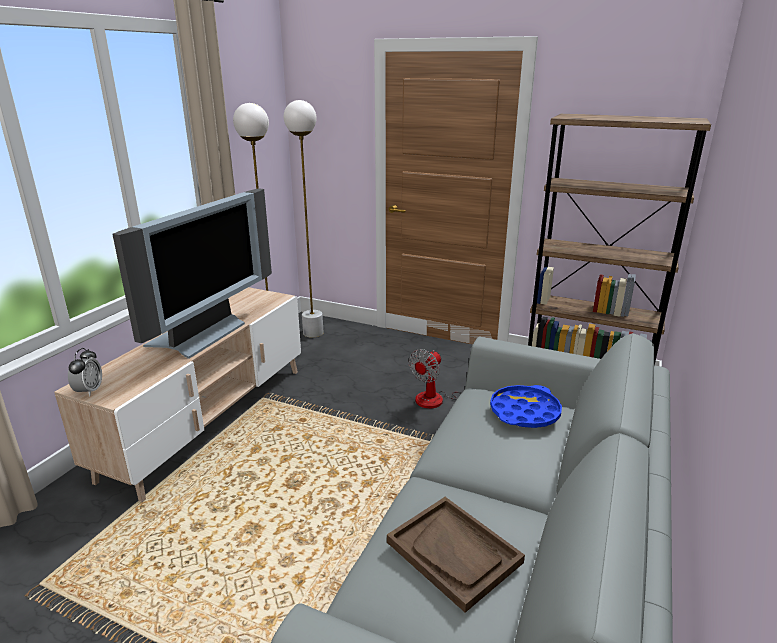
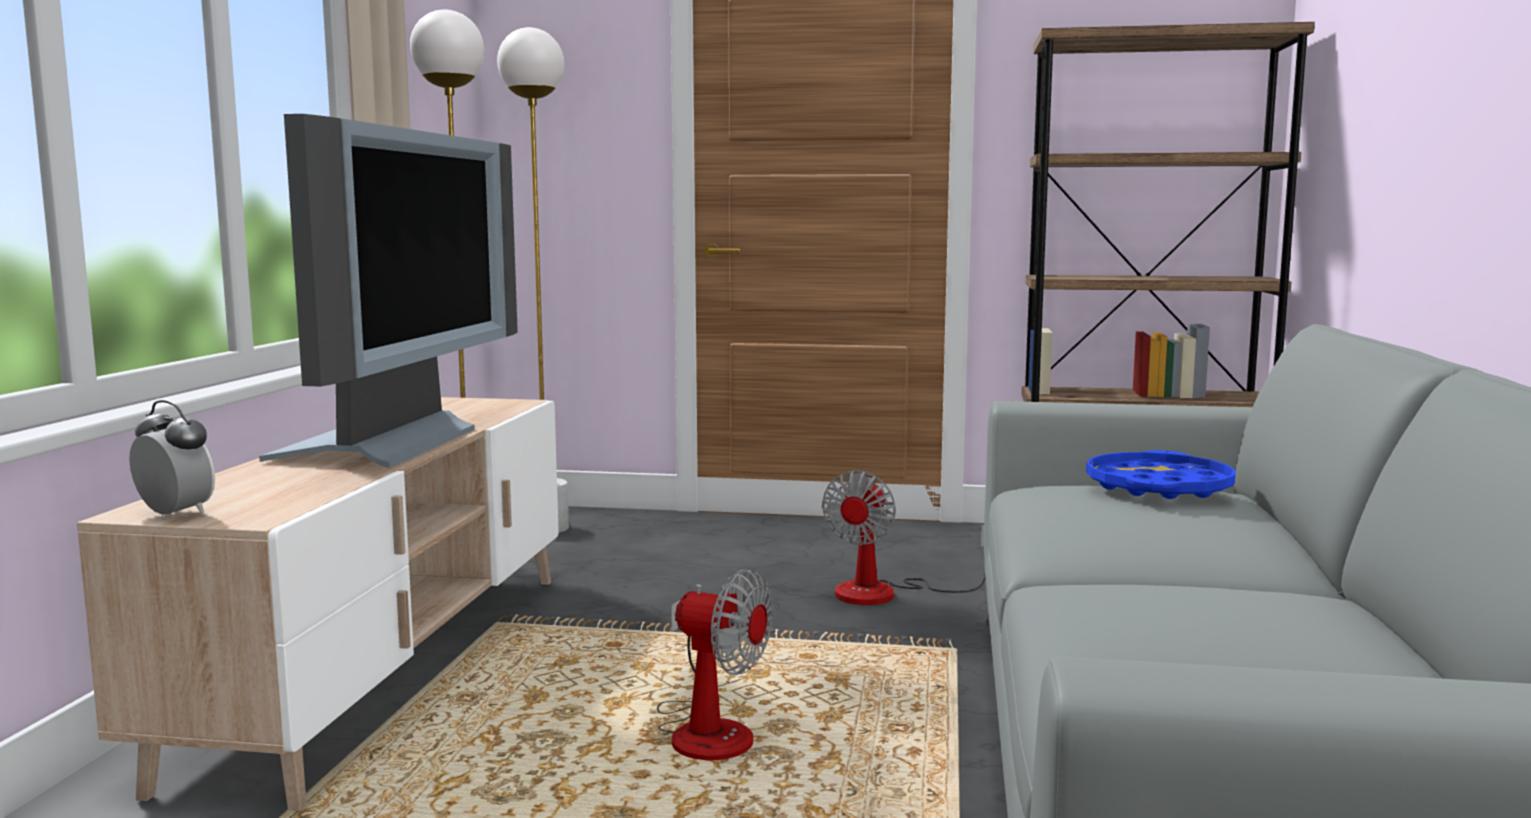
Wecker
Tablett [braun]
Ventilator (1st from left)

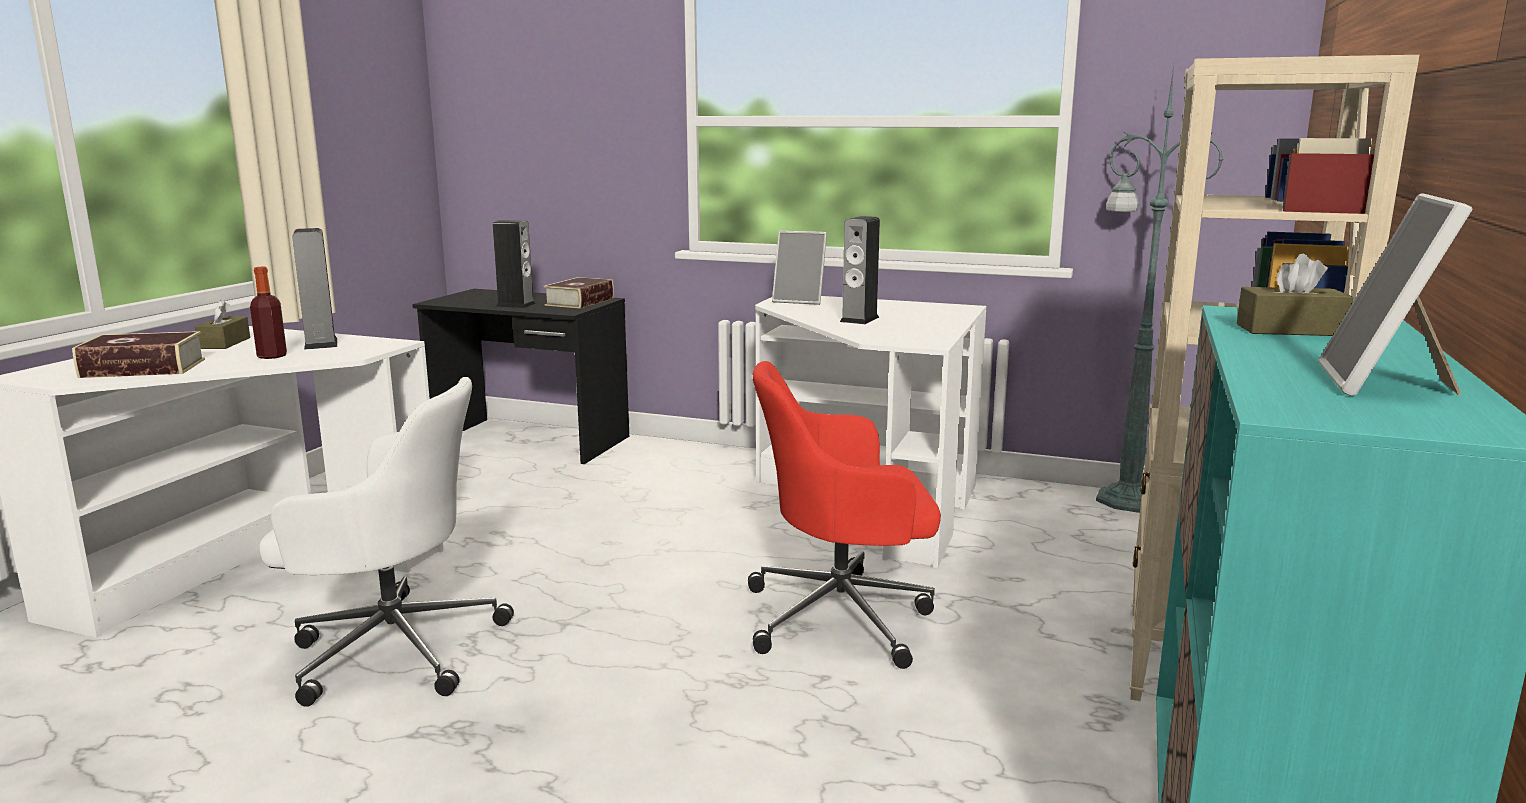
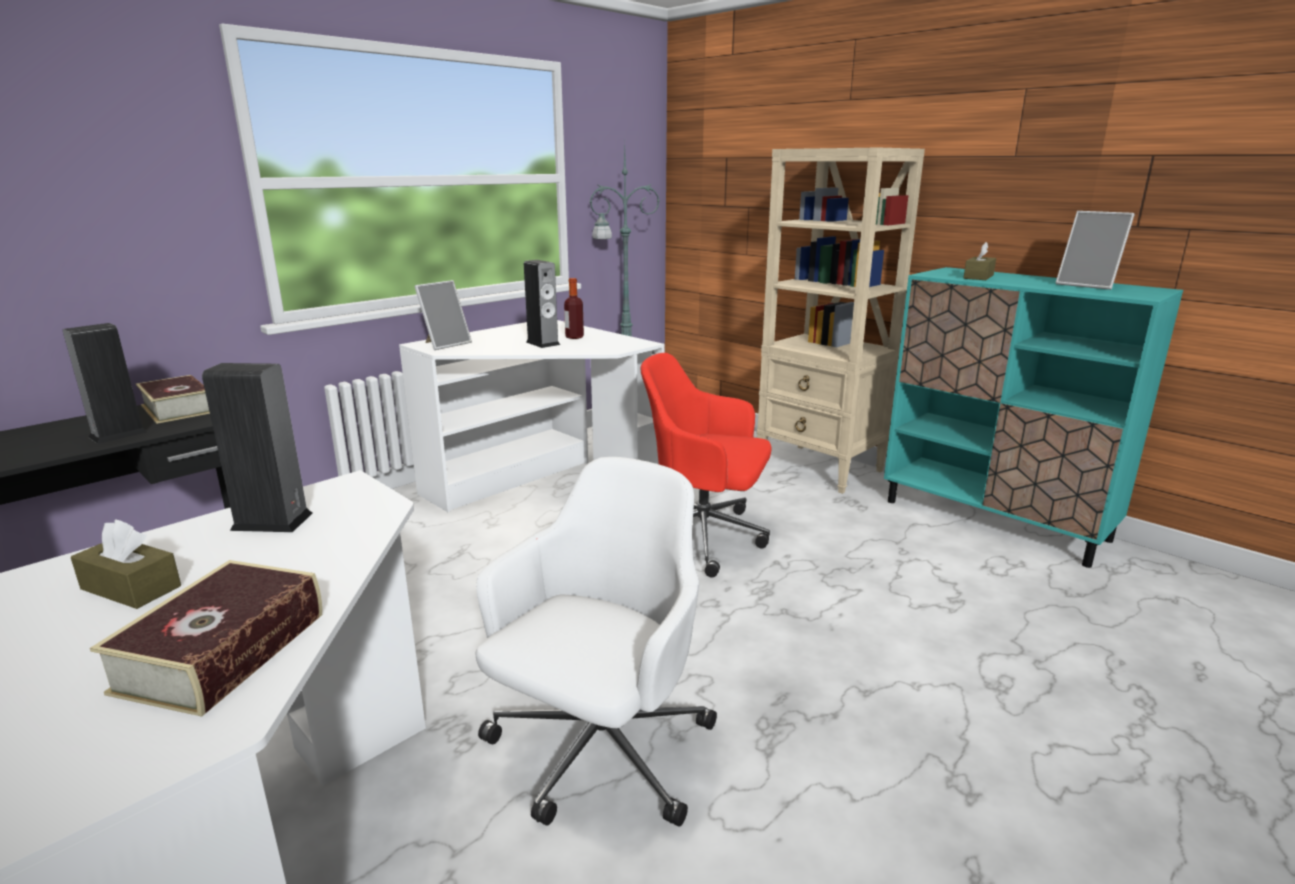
Flasche
Bürostuhl [rot]

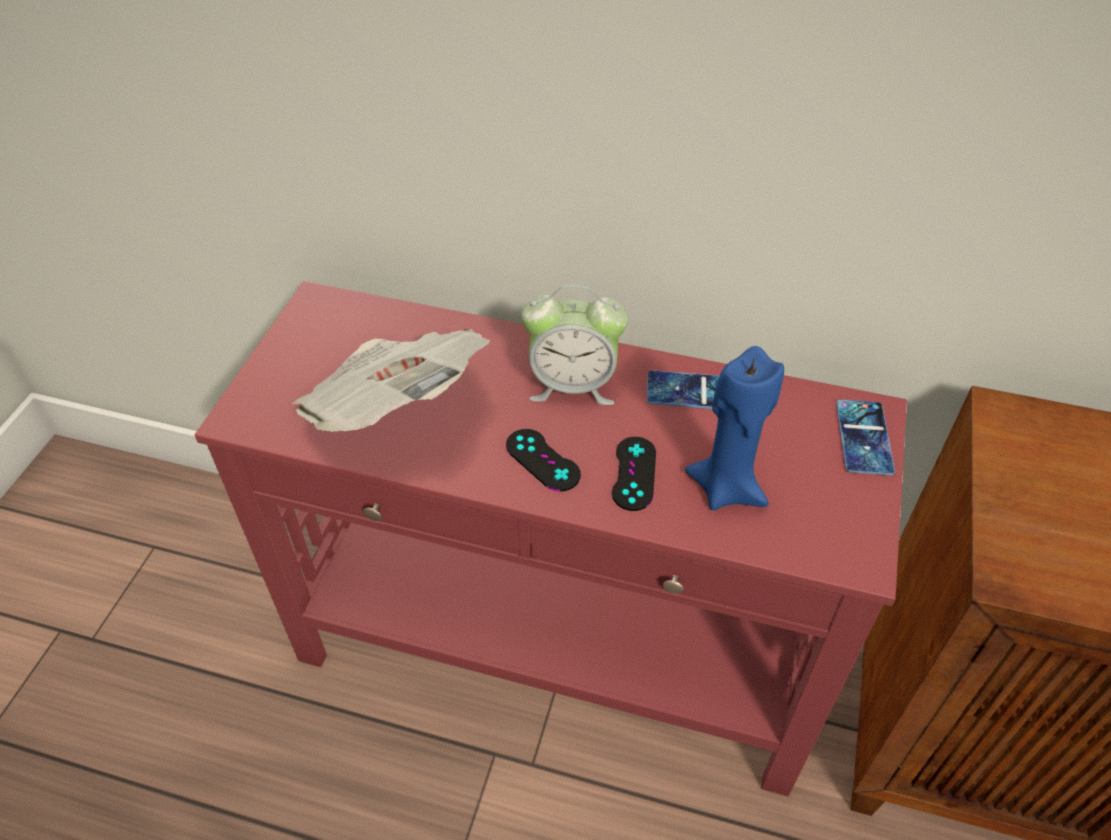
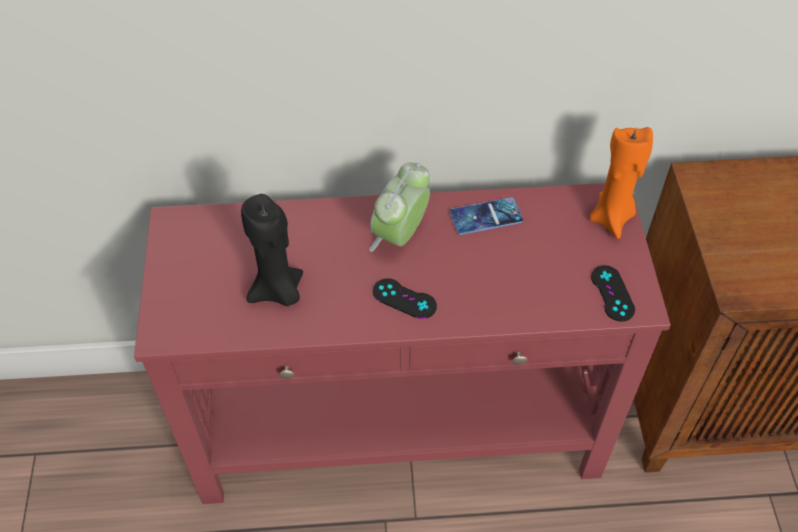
Wecker
Kerze [schwarz]
Kerze [blau]
Kerze [orange]
Gamepad [schwarz] (2nd from left)

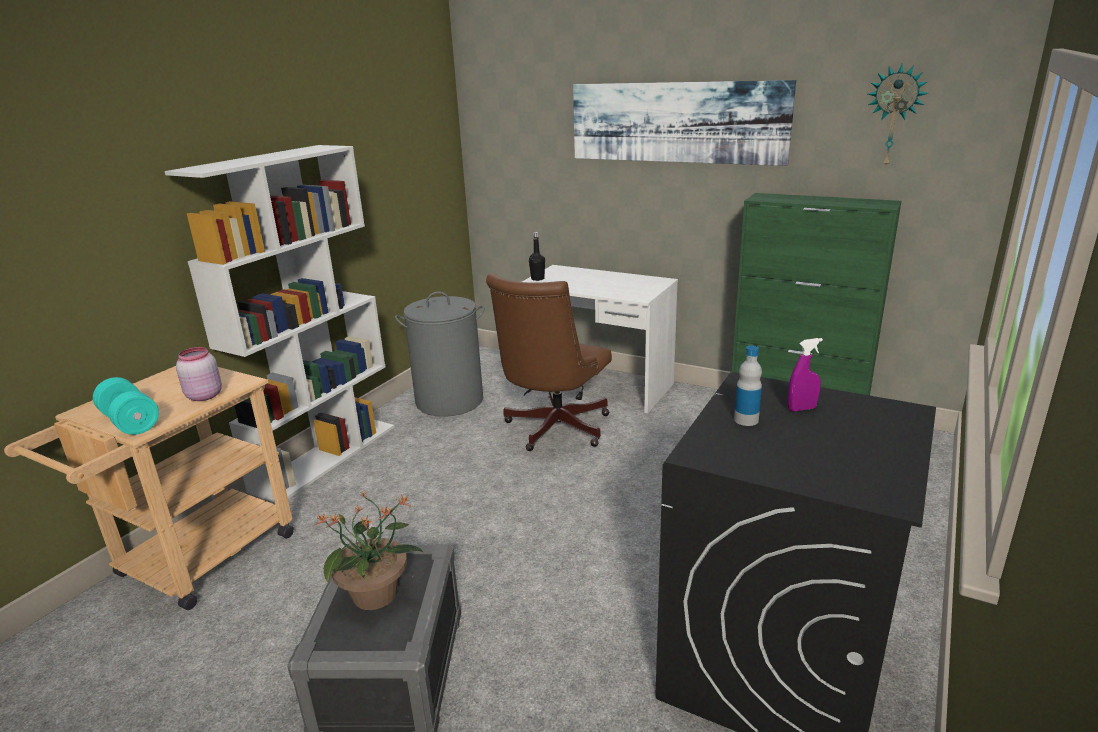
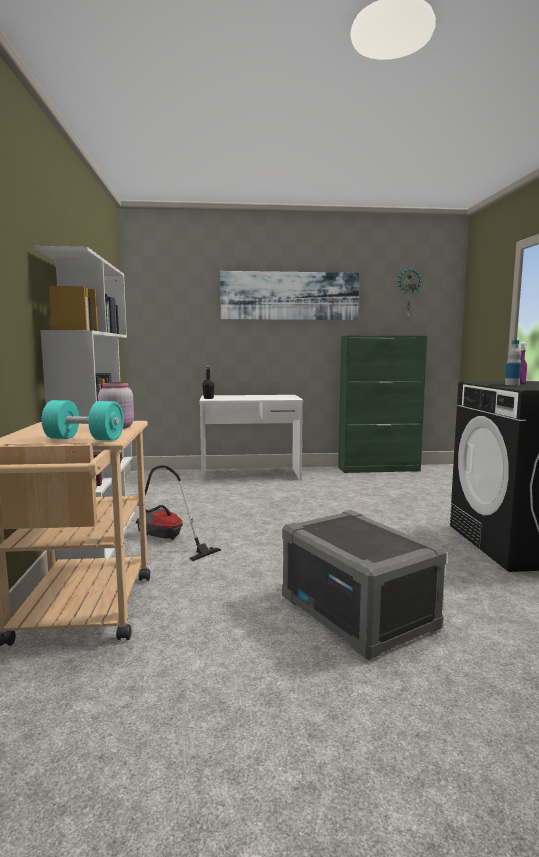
Bürostuhl [braun]
Wäschekorb [grau]
Topfpflanze
Staubsauger

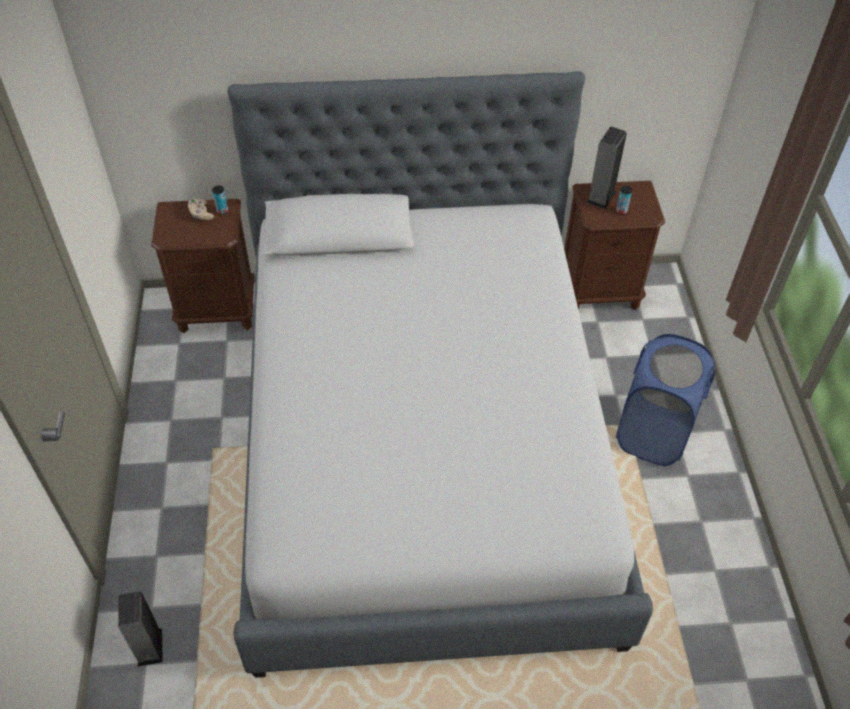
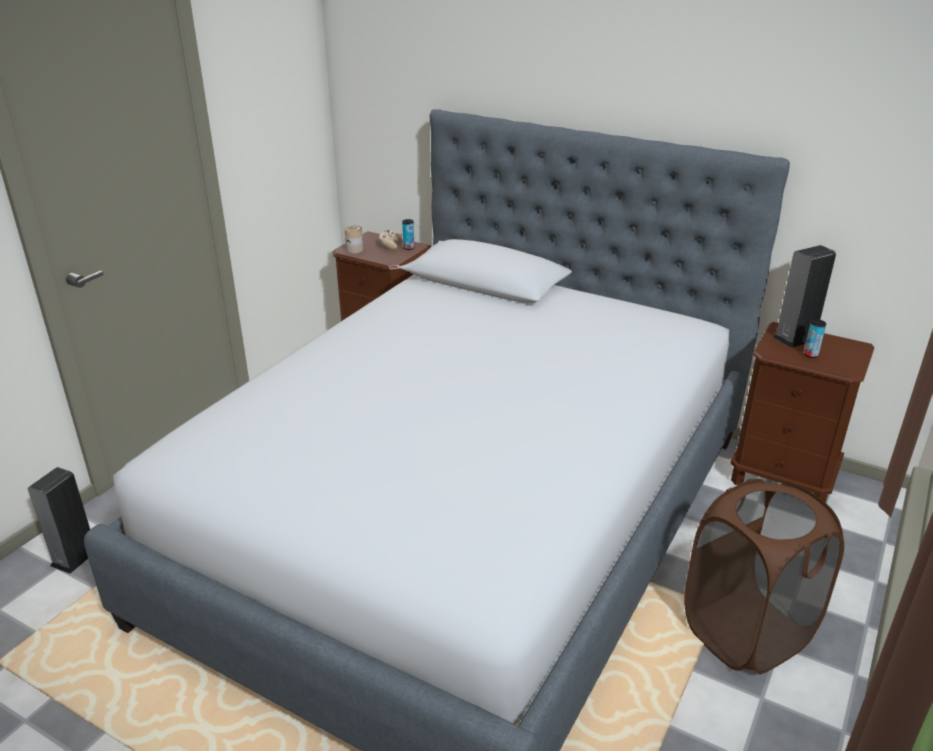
Wäschekorb [braun]
Dose (1st from left)

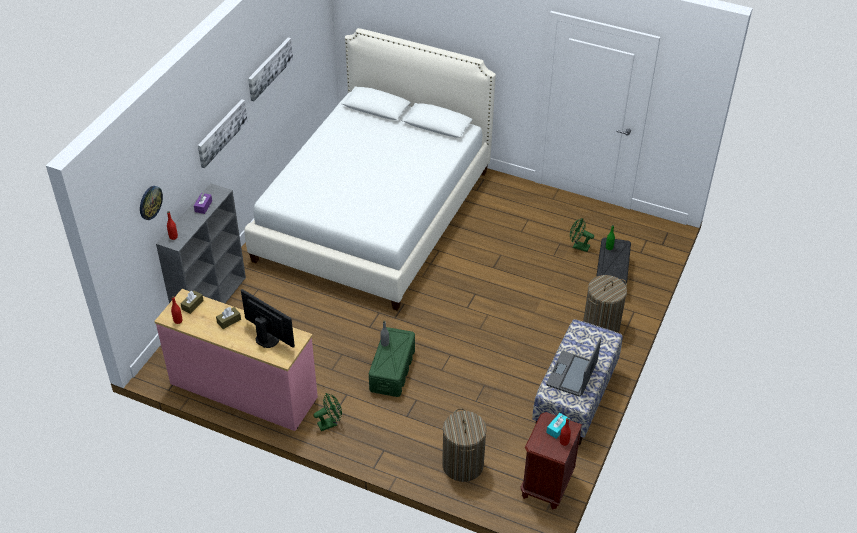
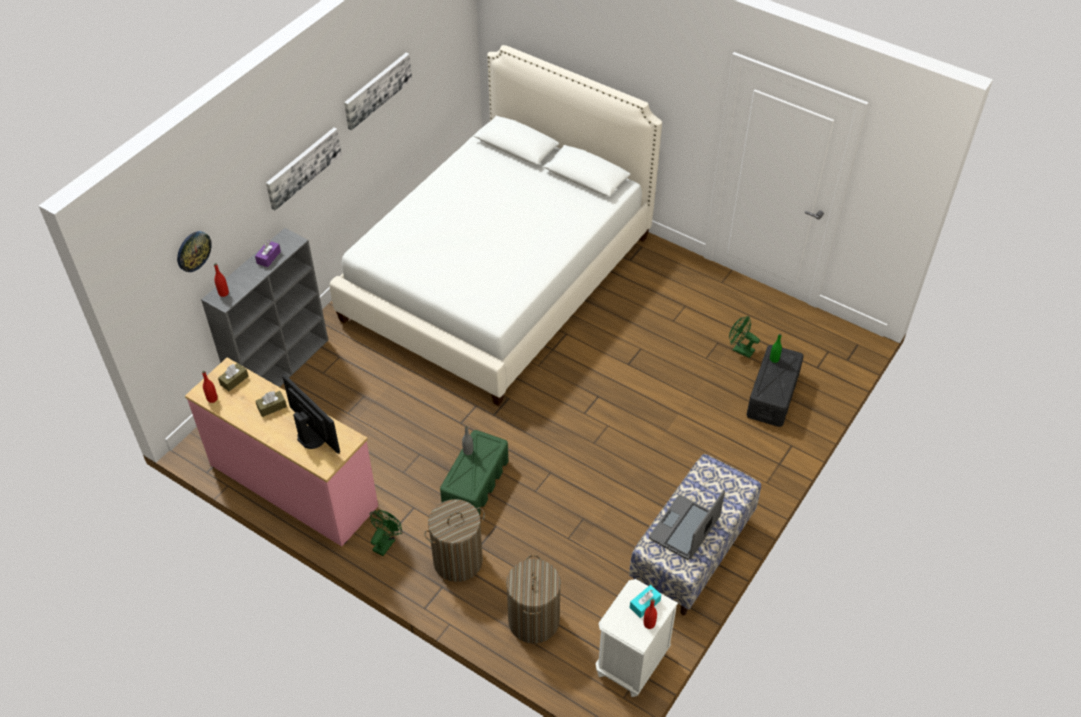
Wäschekorb (1st from left)
Ventilator [grün] (1st from left)
Nachttisch [weiß]

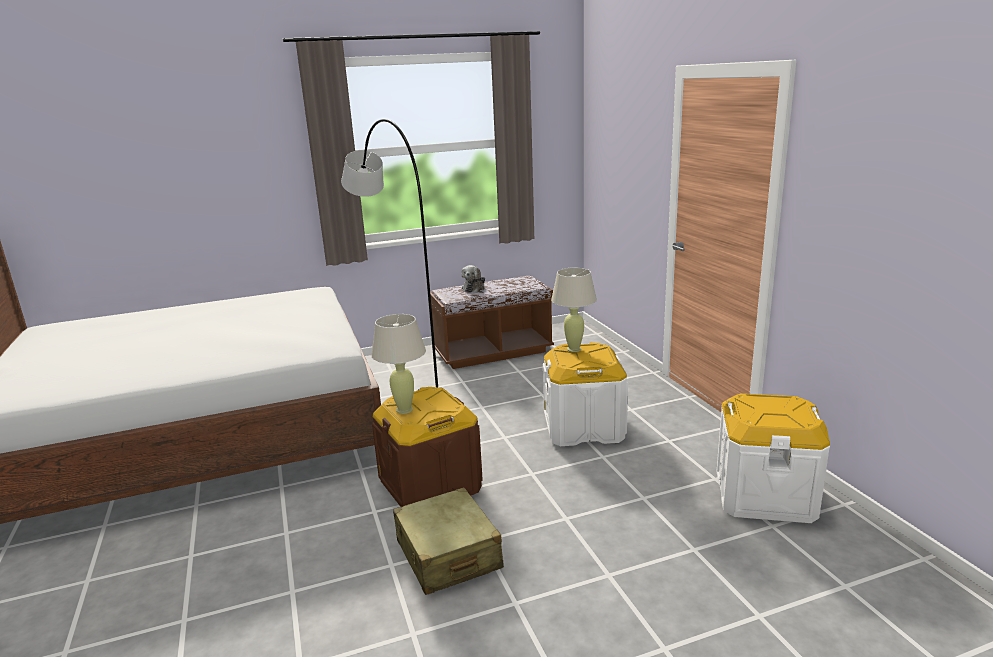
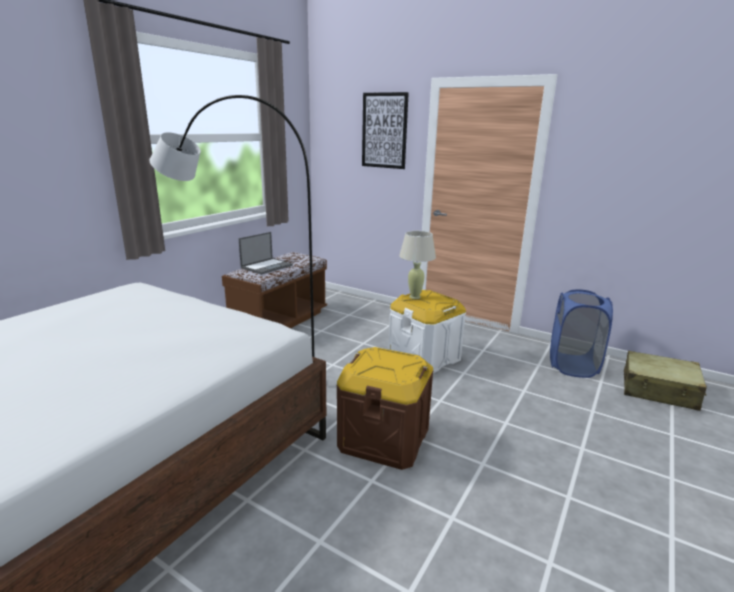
Laptop
Tischlampe [beige] (1st from left in the first image)
Wäschekorb [blau]
Koffer [beige]
Bild

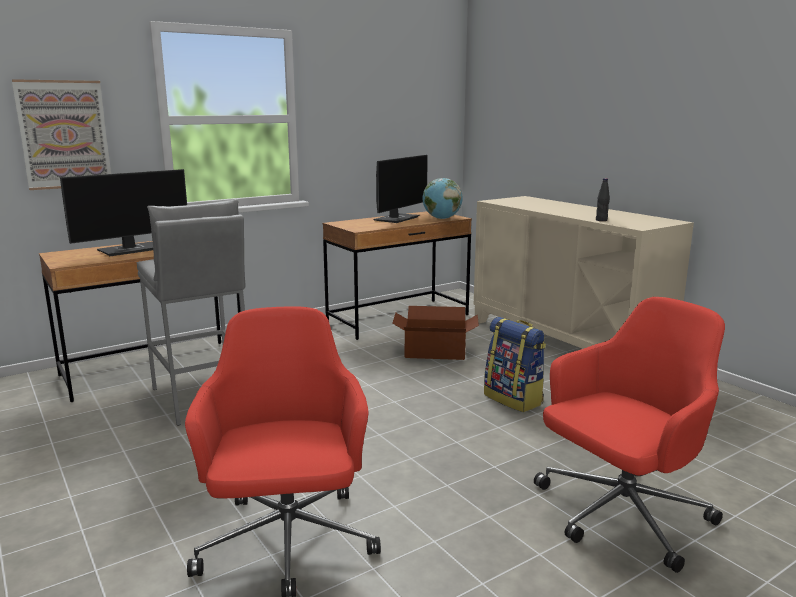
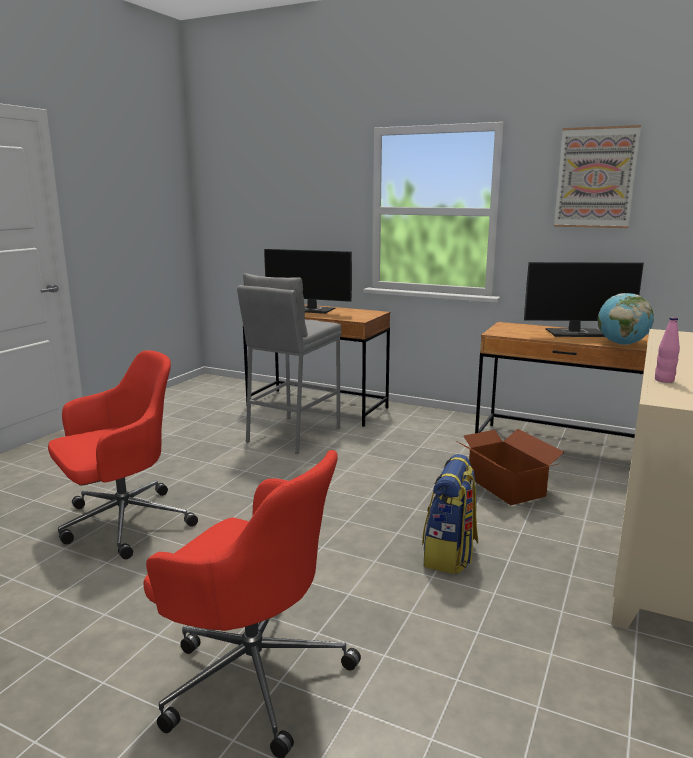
Bild
Flasche [rosa]

